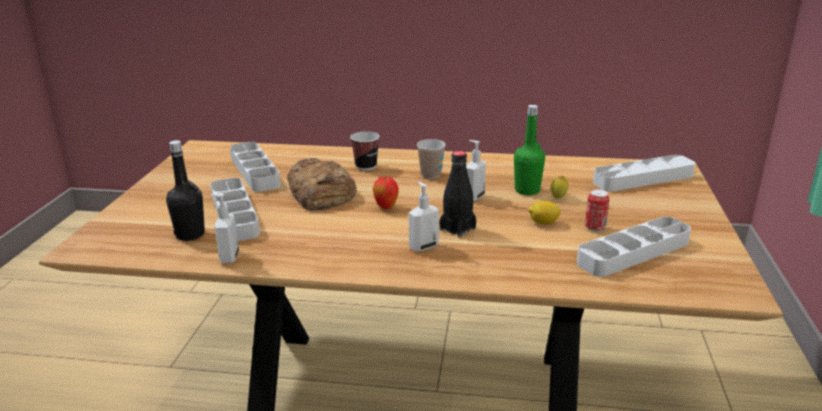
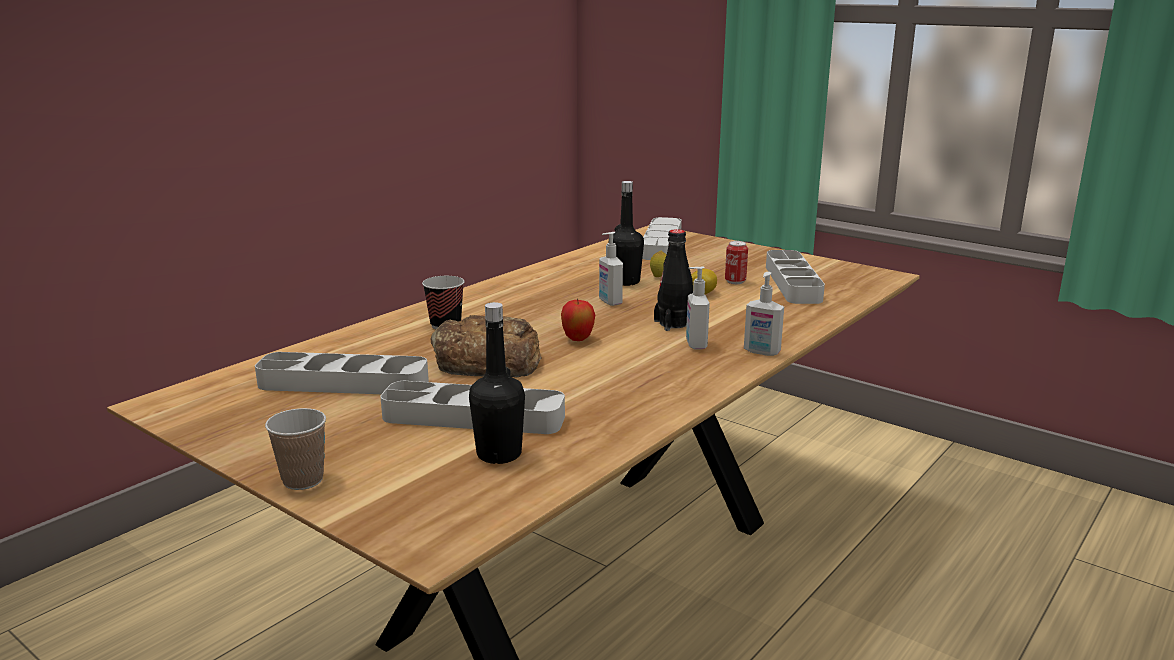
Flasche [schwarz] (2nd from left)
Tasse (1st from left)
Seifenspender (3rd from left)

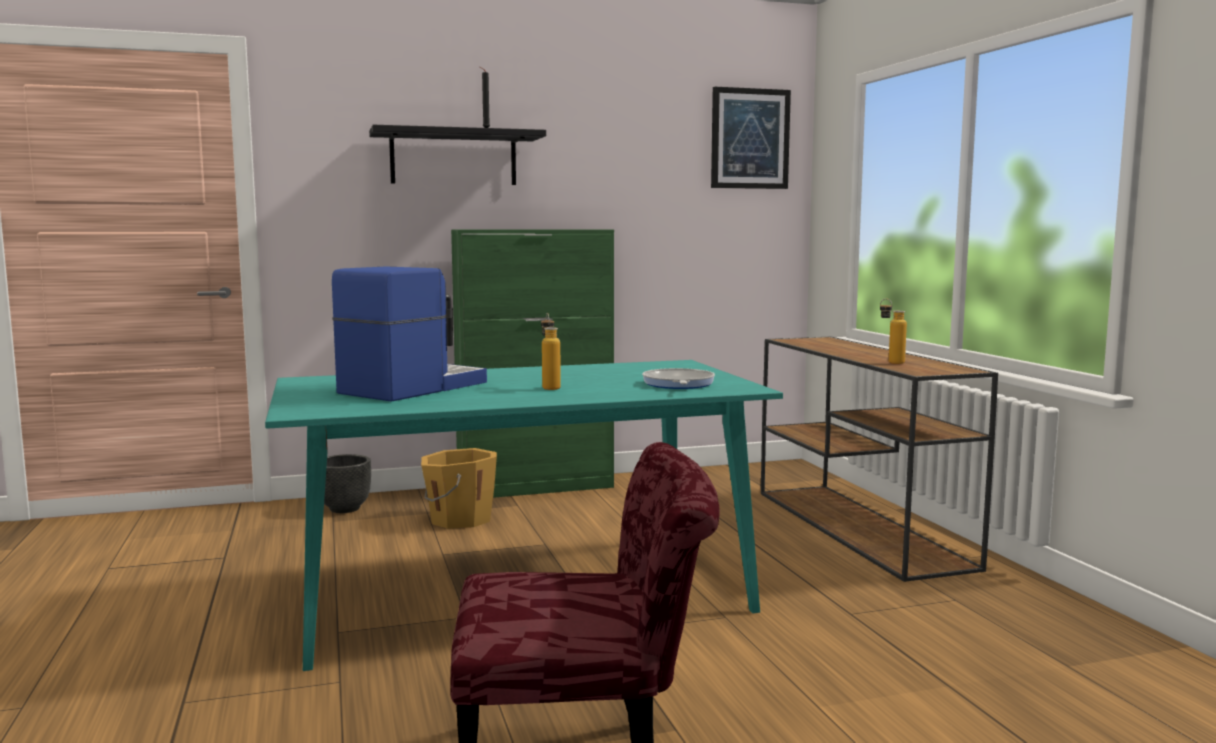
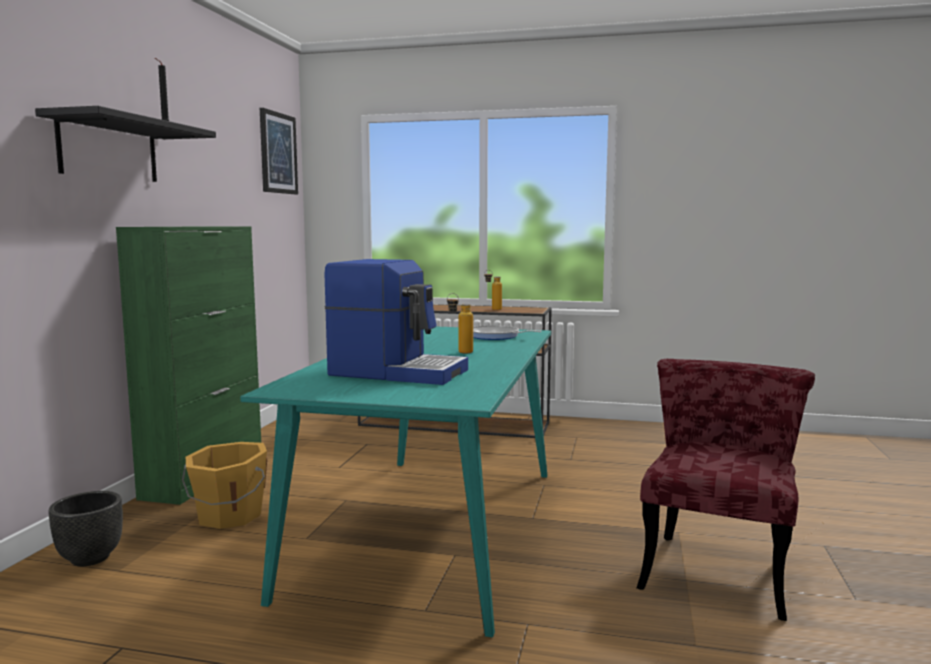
Kaffeemaschine

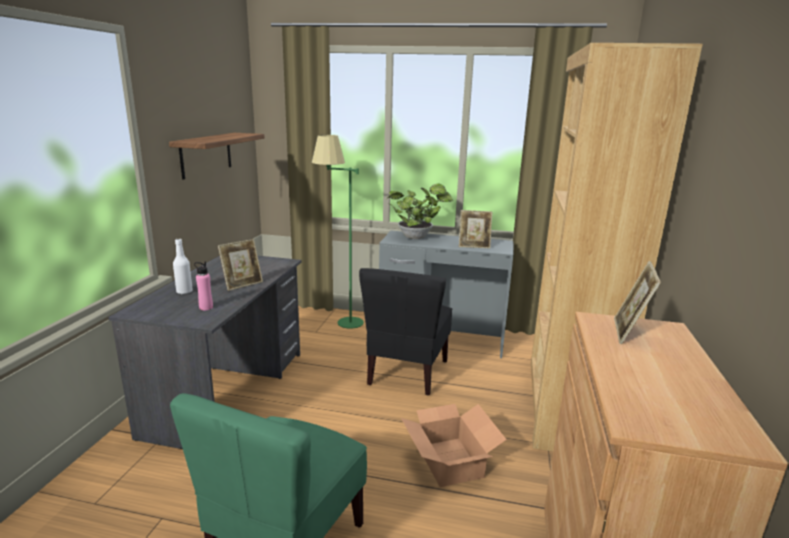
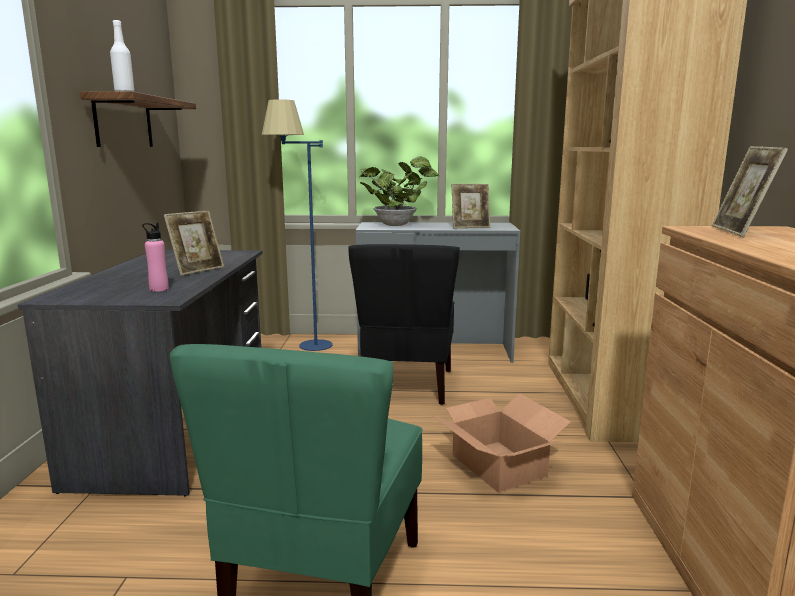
Stehlampe [blau]
Flasche [weiß]

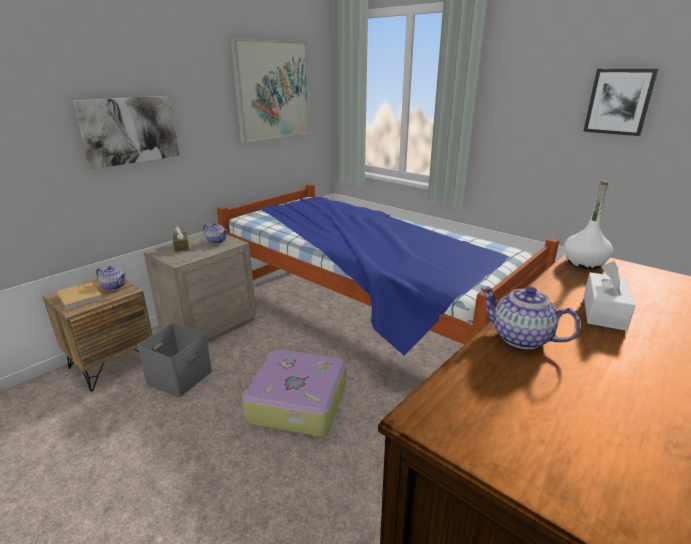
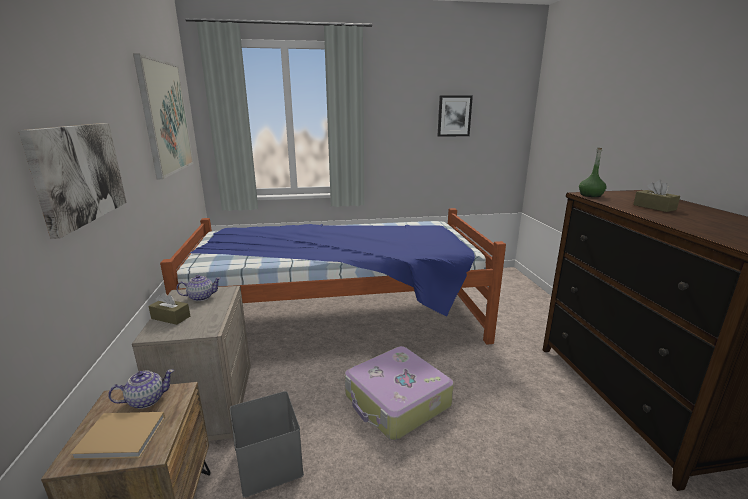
Flasche [grün]
Taschentuchbox [braun] (2nd from left)
Teekanne (3rd from left in the first image)

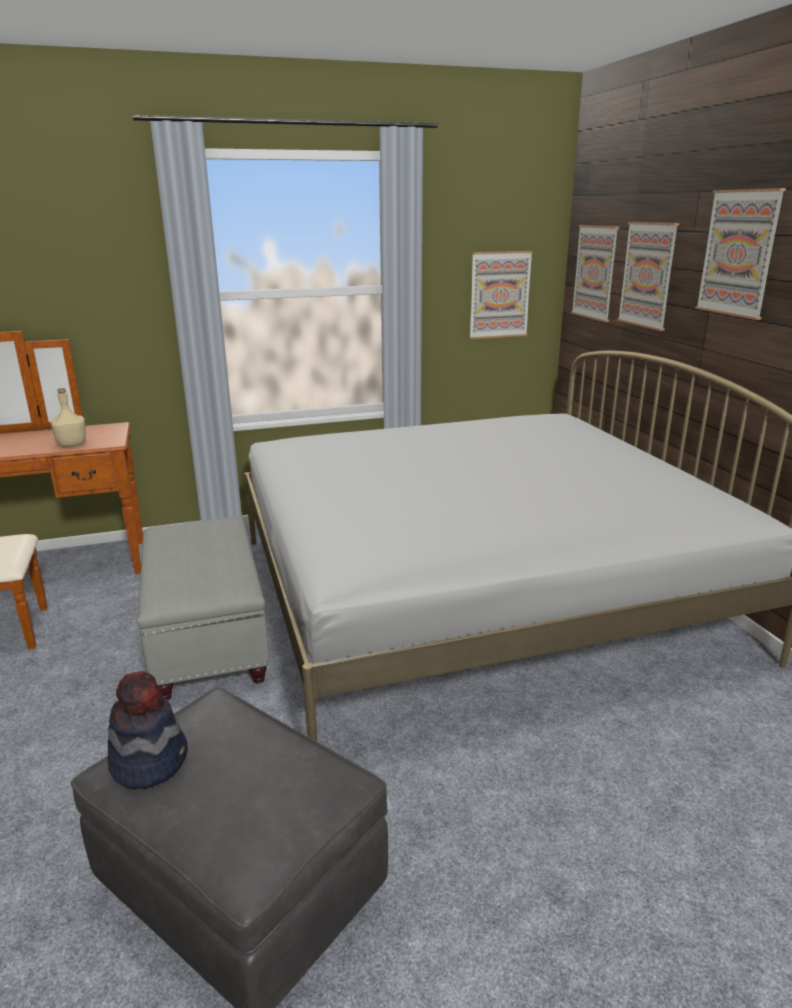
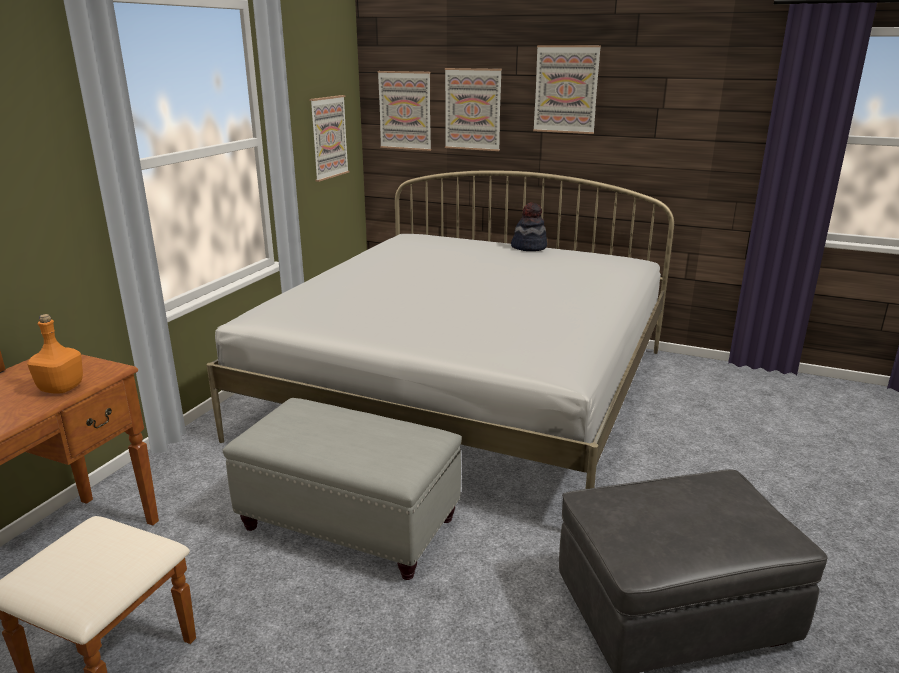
Flasche [orange]
Hut

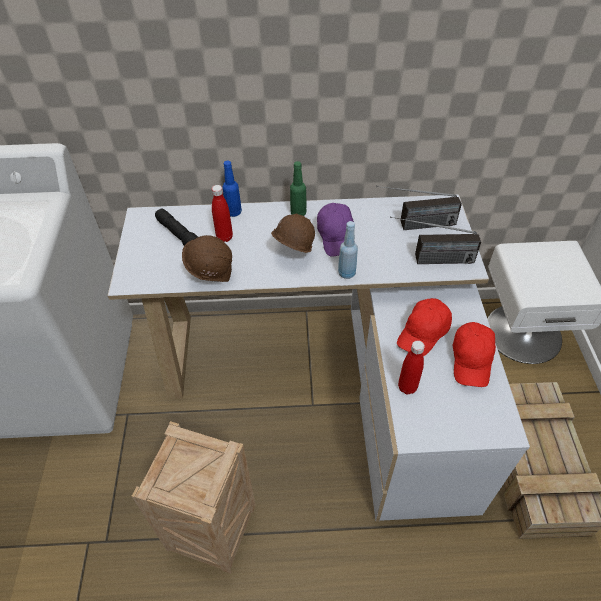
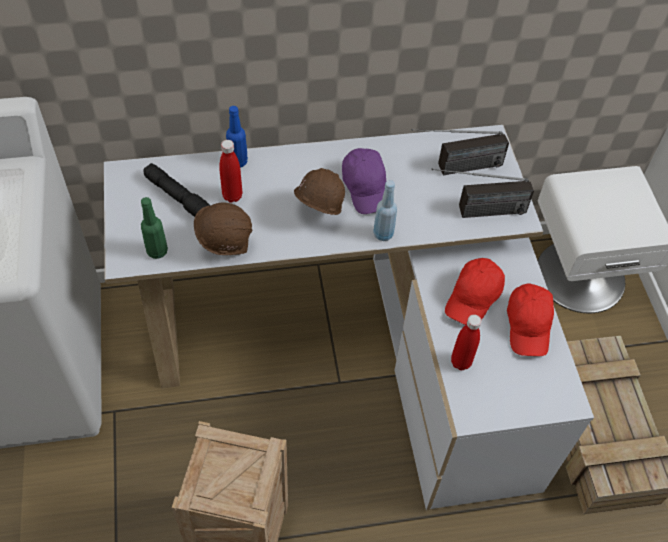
Flasche [grün]

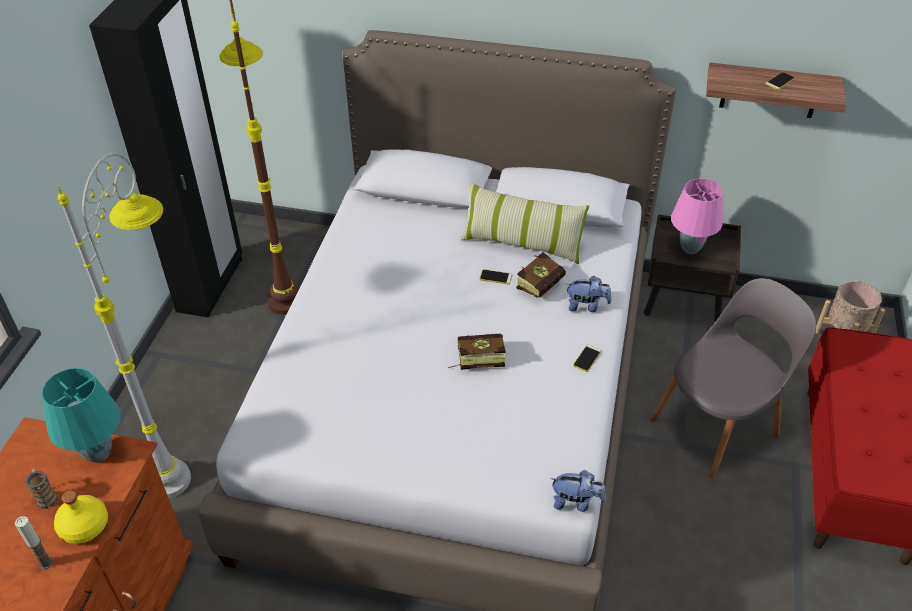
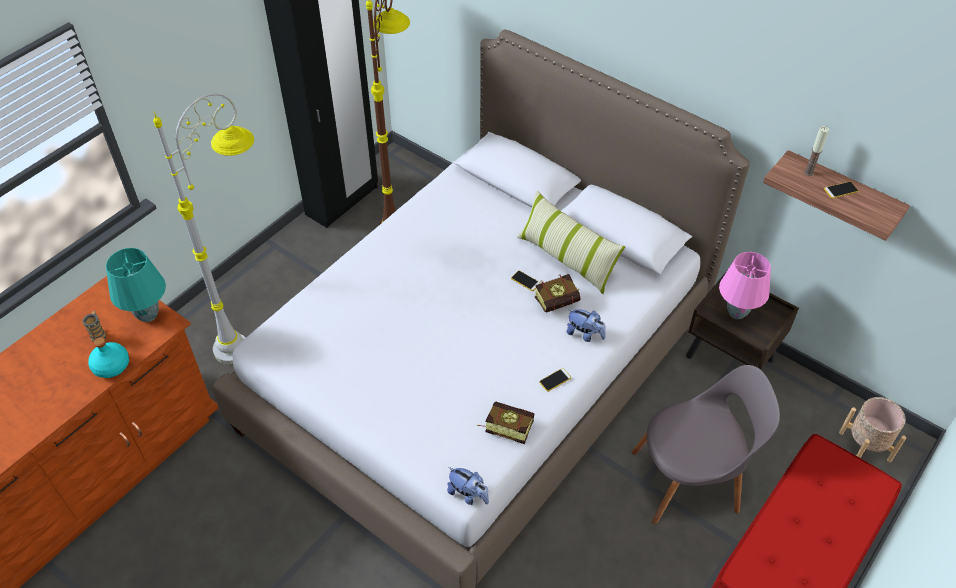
Buch (1st from left)
Flasche [türkis]
Kerze

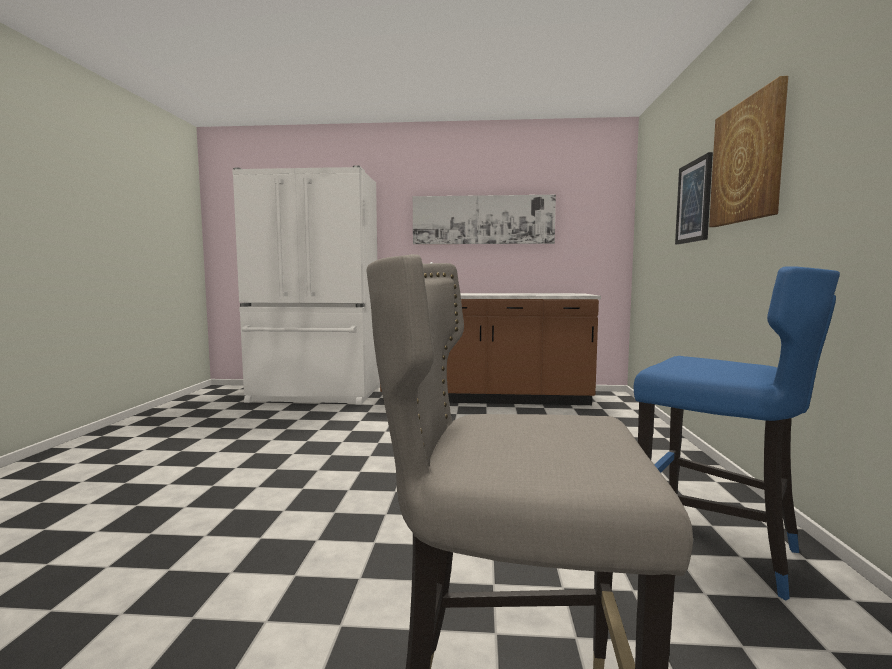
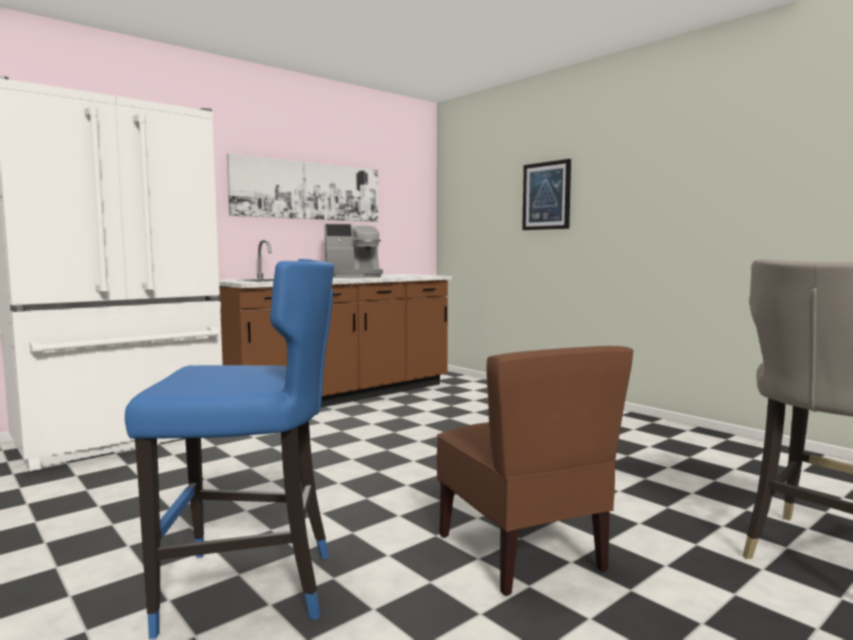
Bild (3rd from left in the first image)
Hocker [blau]
Kaffeemaschine
Stuhl [braun]

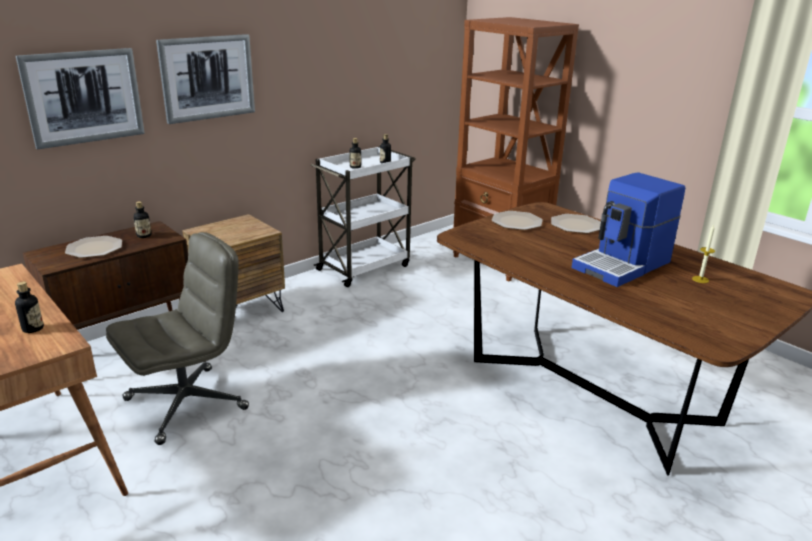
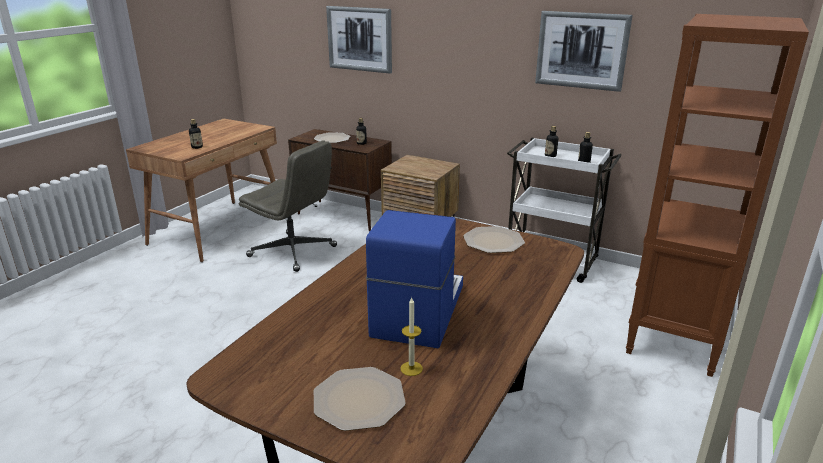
Bild (2nd from left)
Kaffeemaschine
Teller (2nd from left)

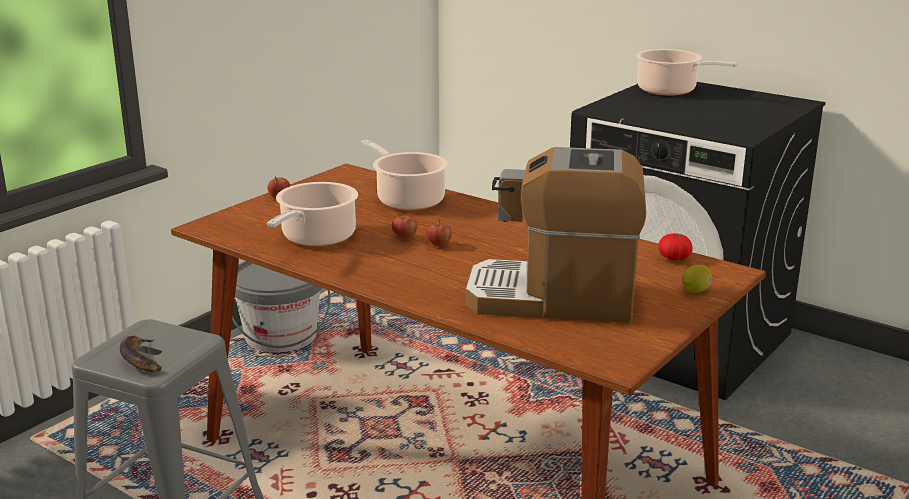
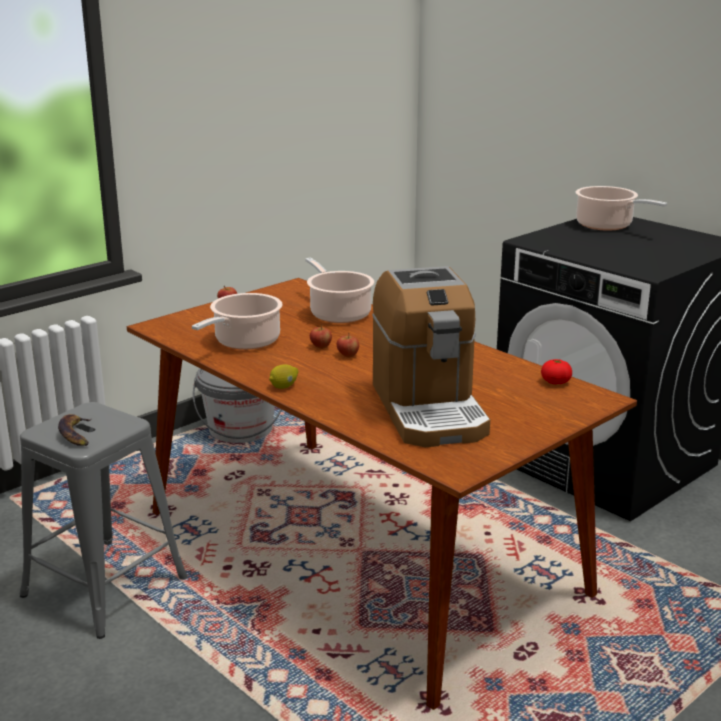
Kaffeemaschine
Zitrone

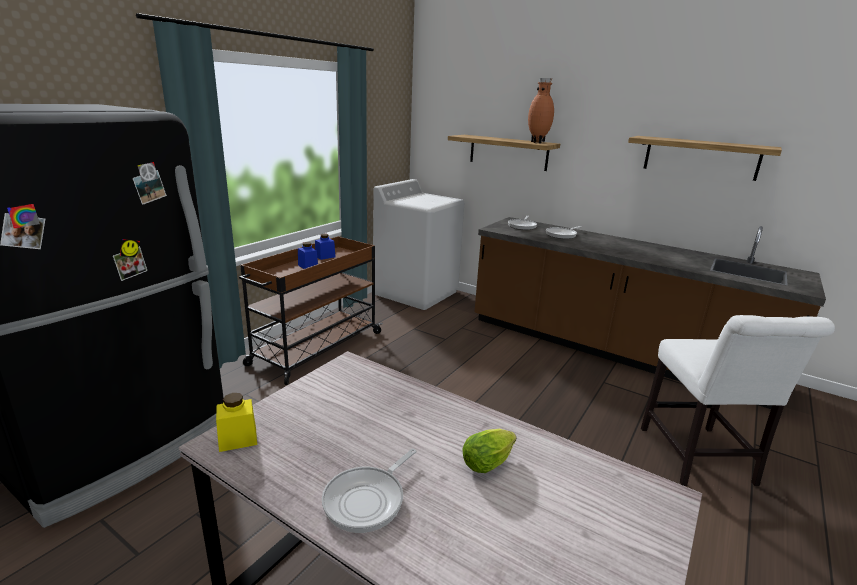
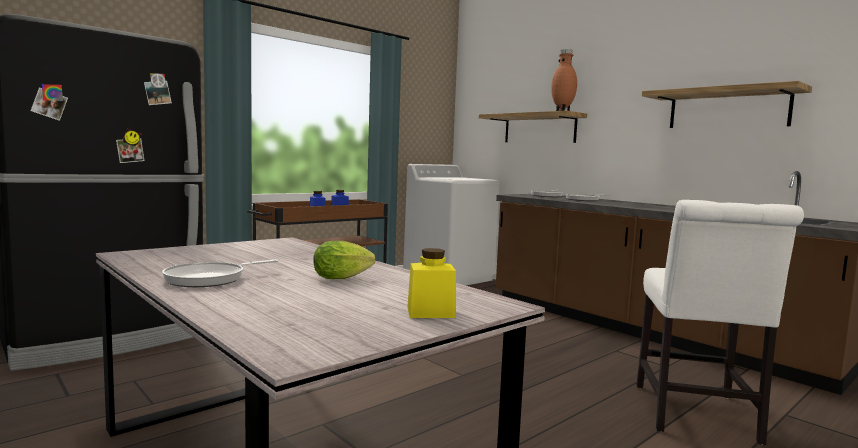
Vorratsglas [gelb]

